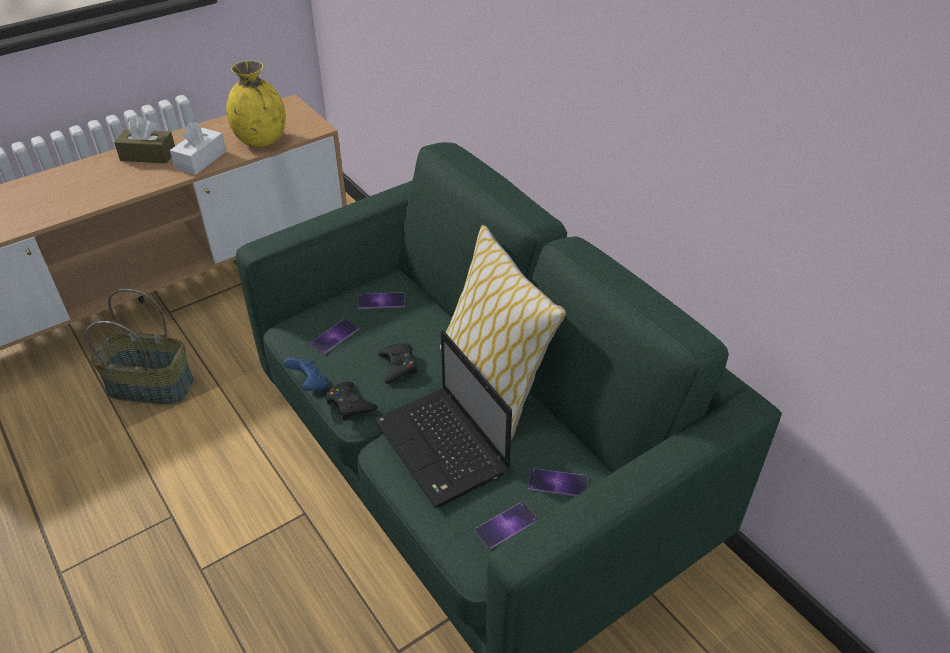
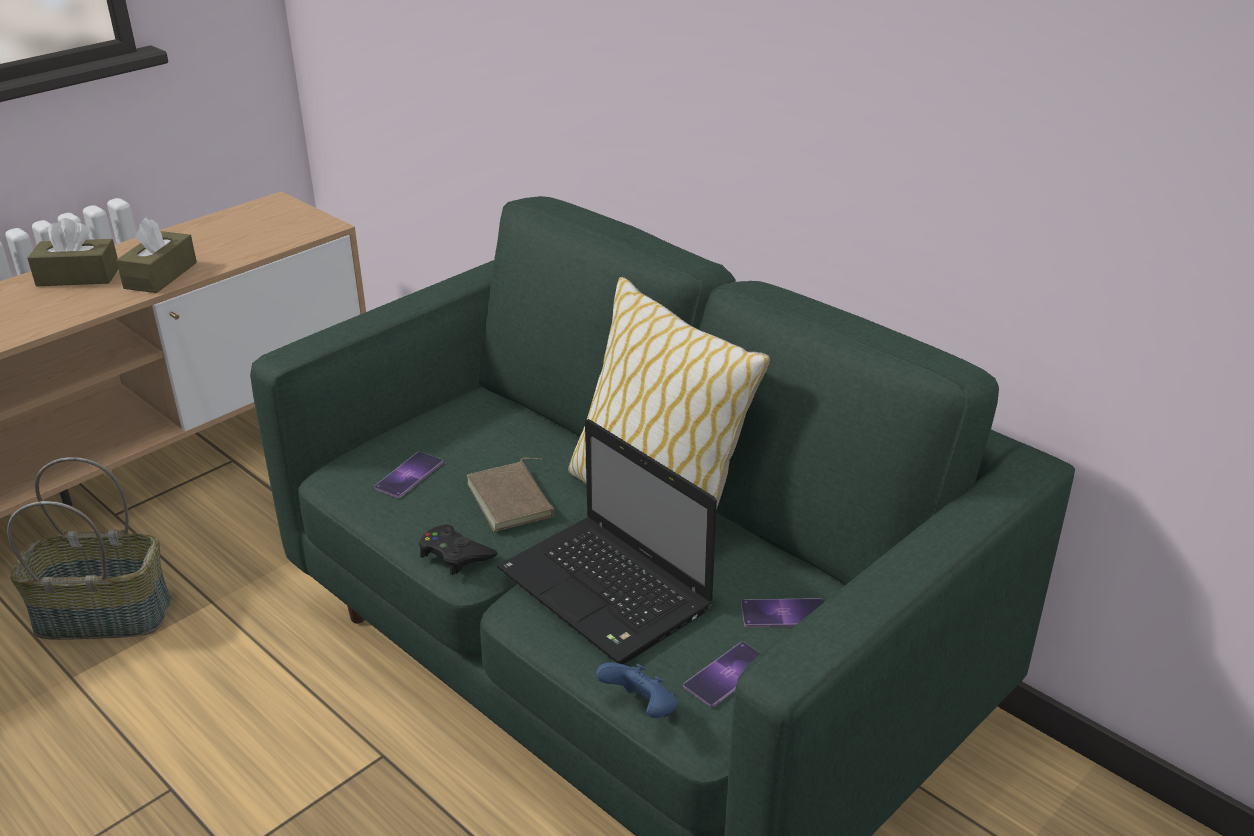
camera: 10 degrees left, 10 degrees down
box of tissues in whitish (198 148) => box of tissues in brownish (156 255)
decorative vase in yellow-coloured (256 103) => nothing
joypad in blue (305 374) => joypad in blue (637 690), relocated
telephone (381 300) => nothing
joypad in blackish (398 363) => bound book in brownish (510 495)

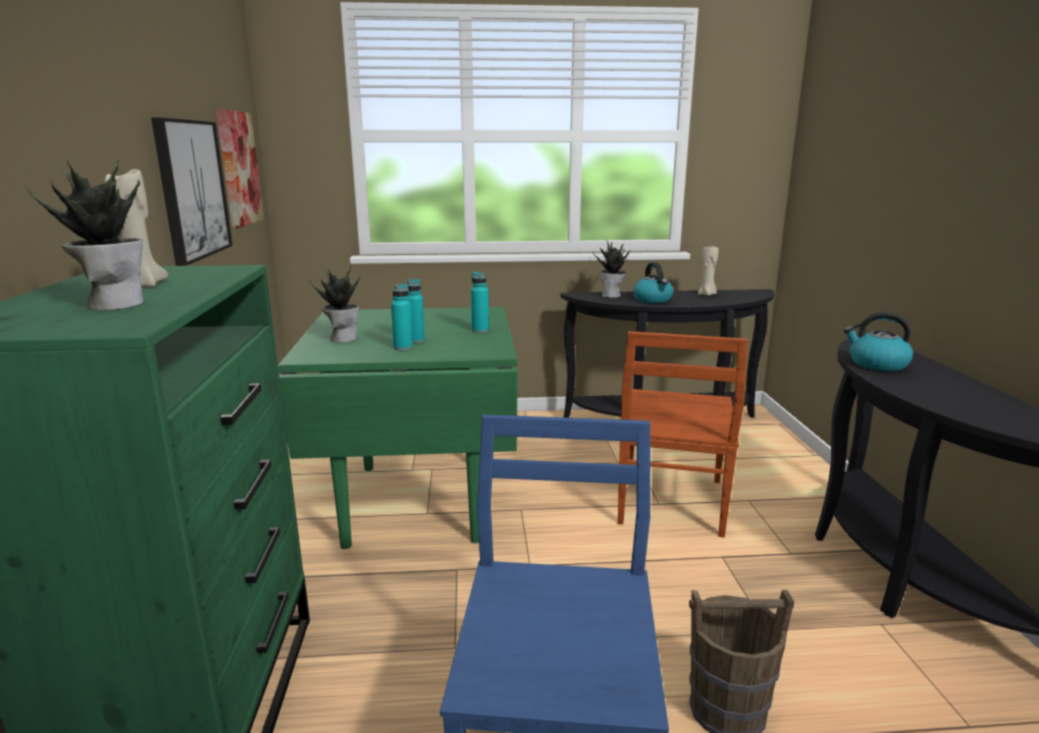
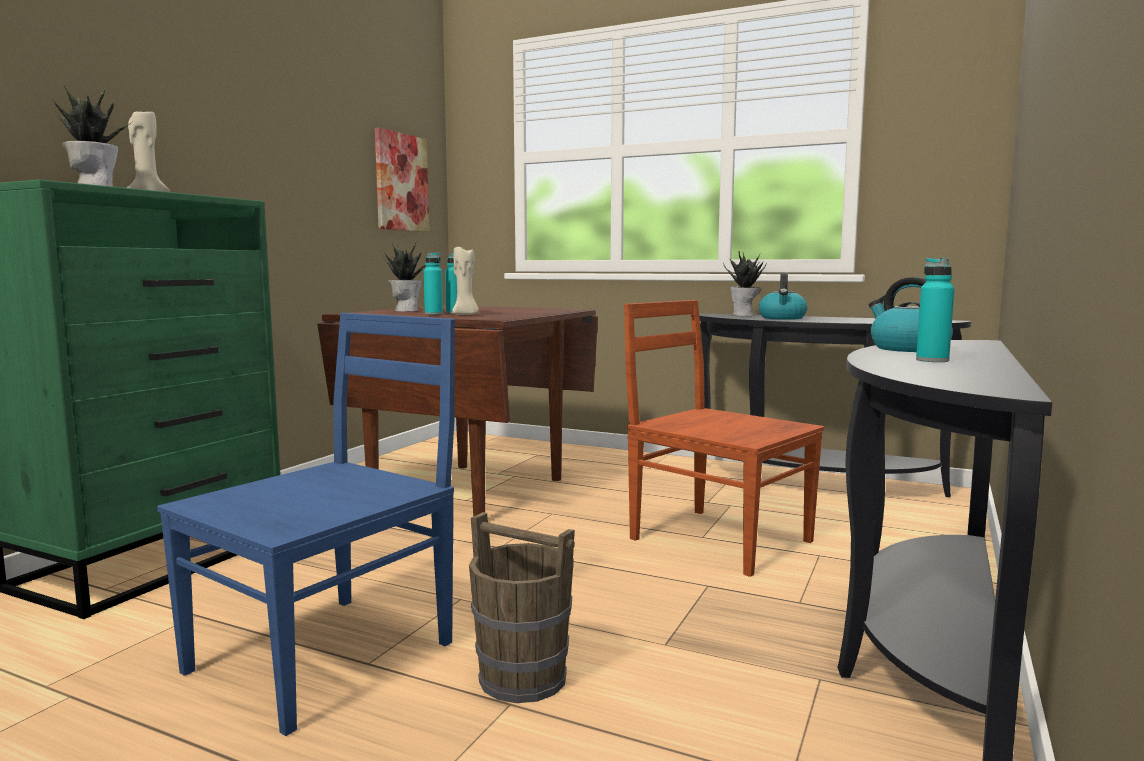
camera: 30 degrees right, 10 degrees down
picture (192 192) => nothing
kitchen table in green (398 428) => kitchen table in brownish (457 410)
beverage bottle in turquoise-coloured (480 302) => beverage bottle in turquoise-coloured (935 310), relocated
chair in brownish (683 434) => chair in brownish (724 438), 90 degrees clockwise
candle in beige (708 271) => candle in beige (465 281), relocated

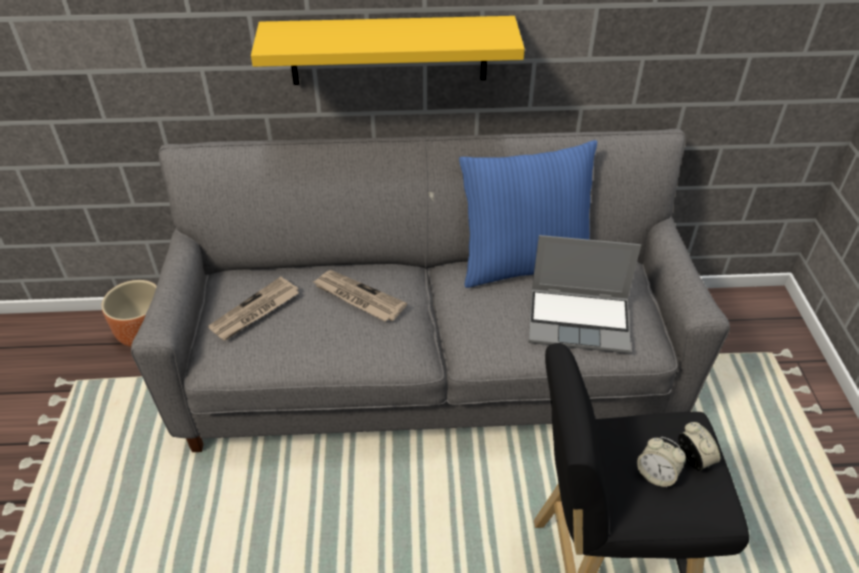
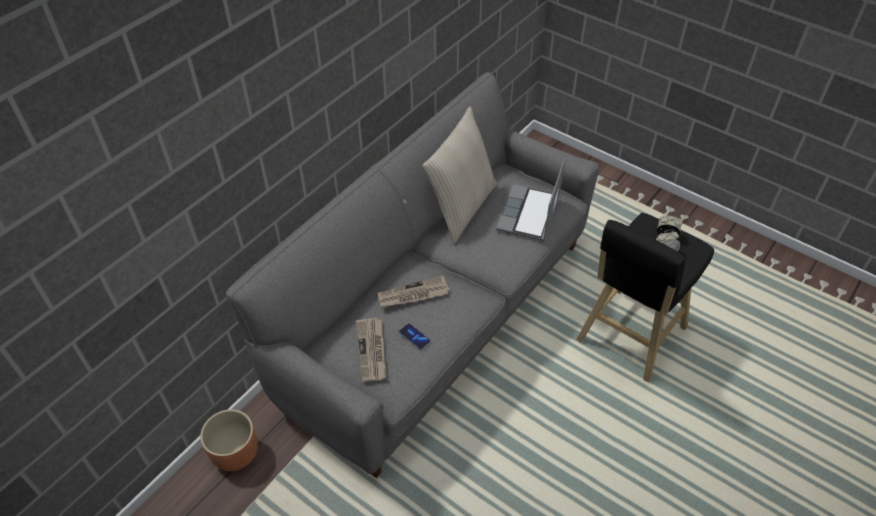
camera: 50 degrees left, 5 degrees up
wall shelf in yellow-coloured (388 50) => nothing
cushion in blue (528 214) => cushion in beige (460 175)
notebook computer (584 294) => notebook computer (530 200), 150 degrees clockwise
nothing => telephone (414 336)

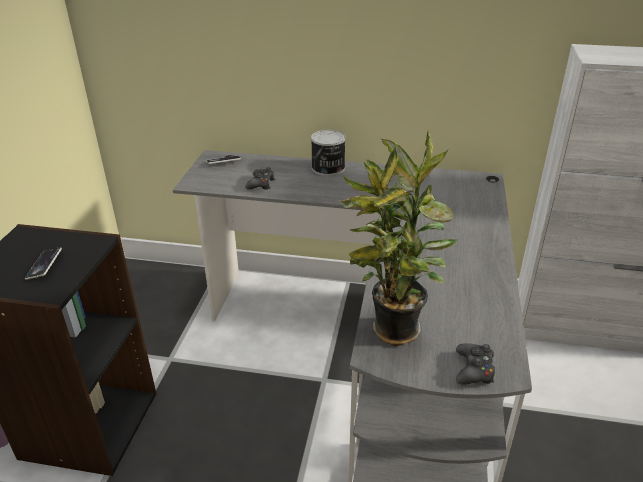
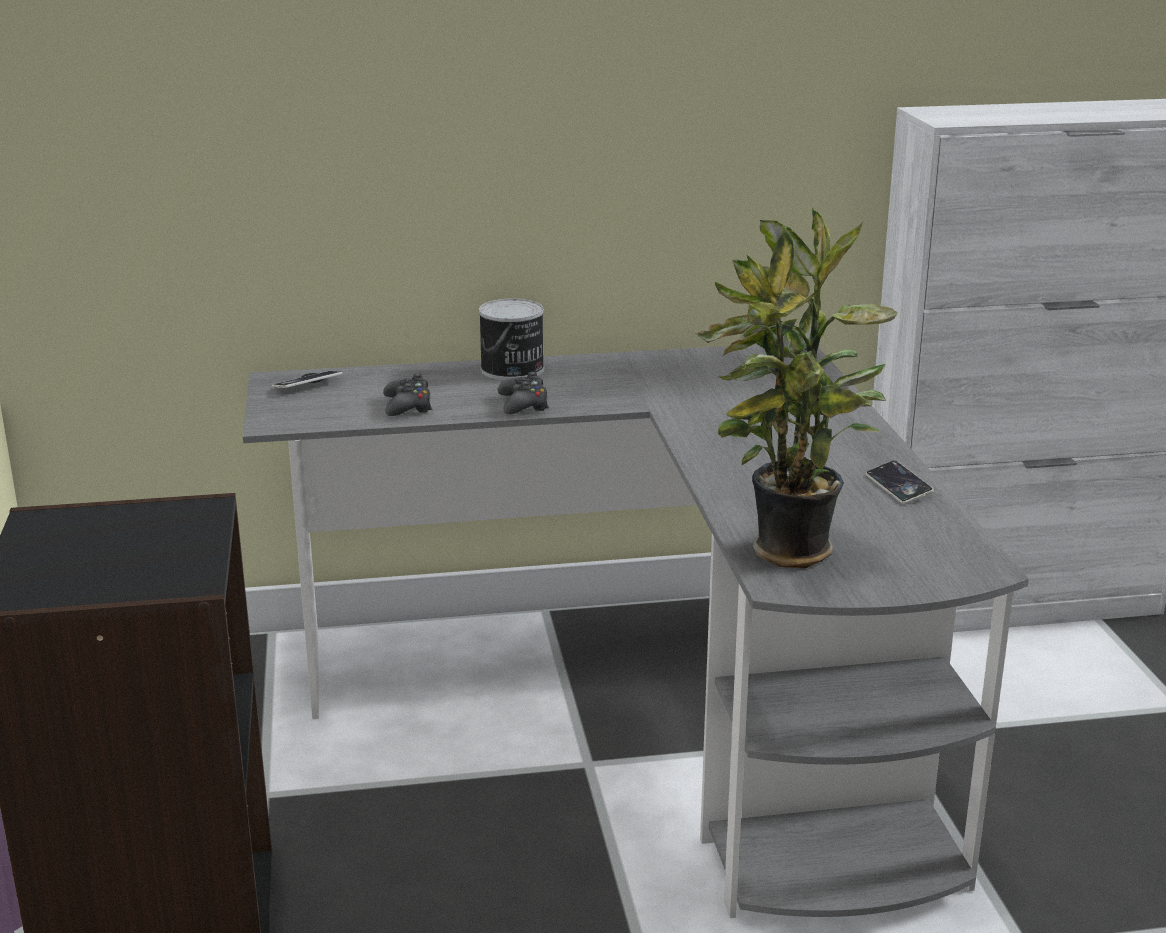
camera: 20 degrees left, 10 degrees down
telephone (43 263) => telephone (900 482), relocated
joypad in blackish (475 363) => joypad in blackish (523 393), relocated

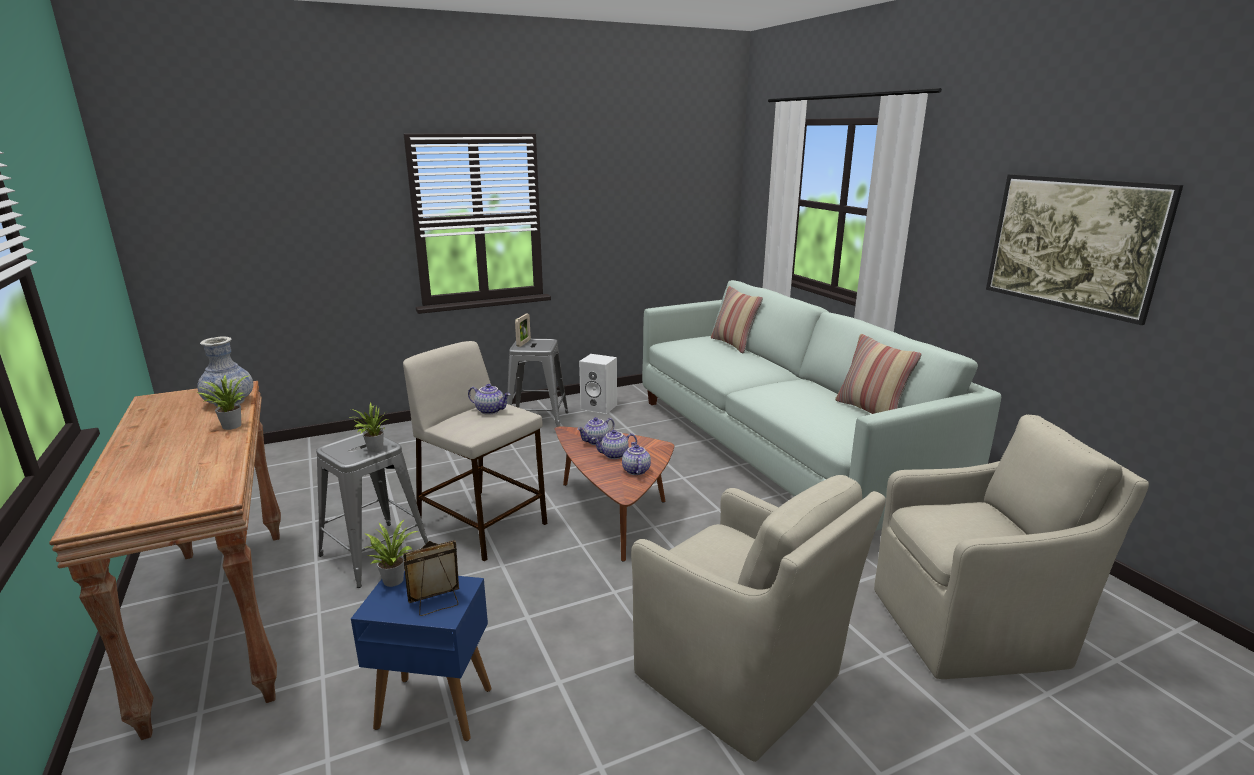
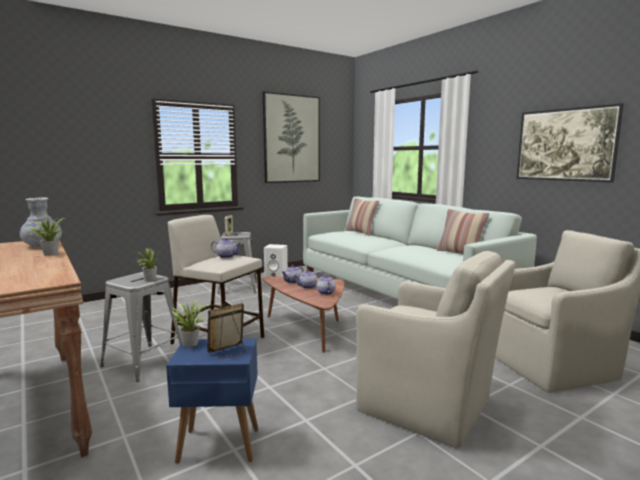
camera: 10 degrees left, 10 degrees down
nothing => picture (291 137)

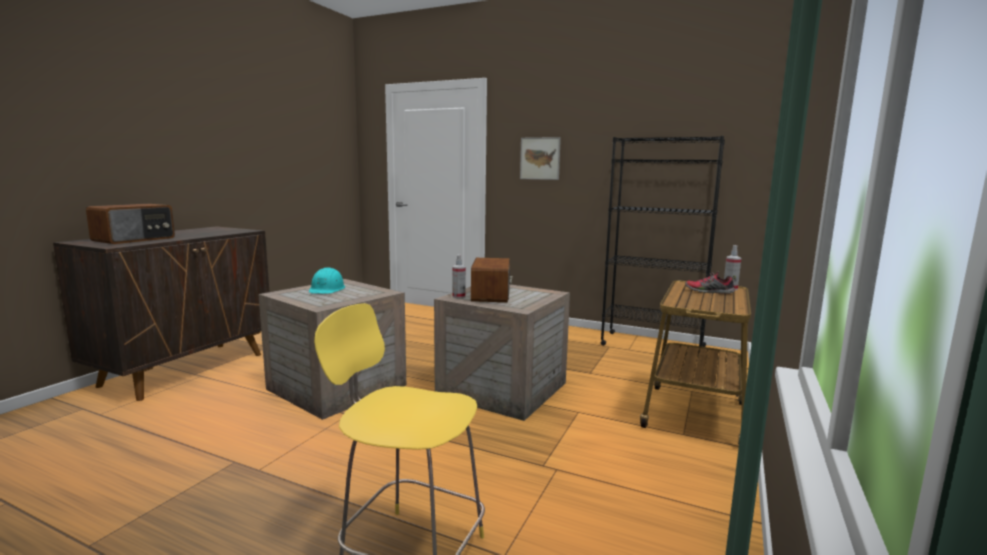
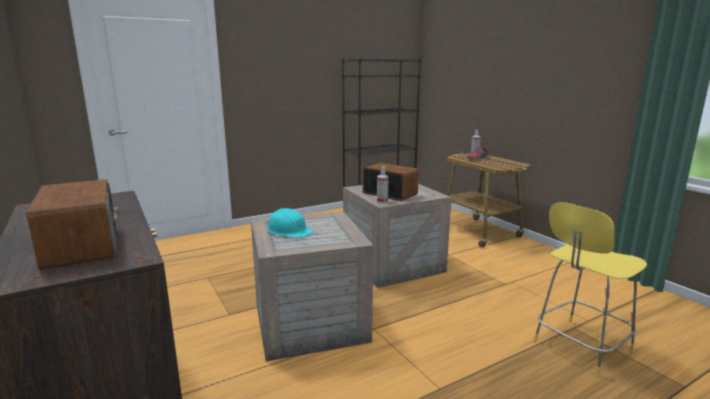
camera: 55 degrees left, 5 degrees up
picture (540 158) => nothing

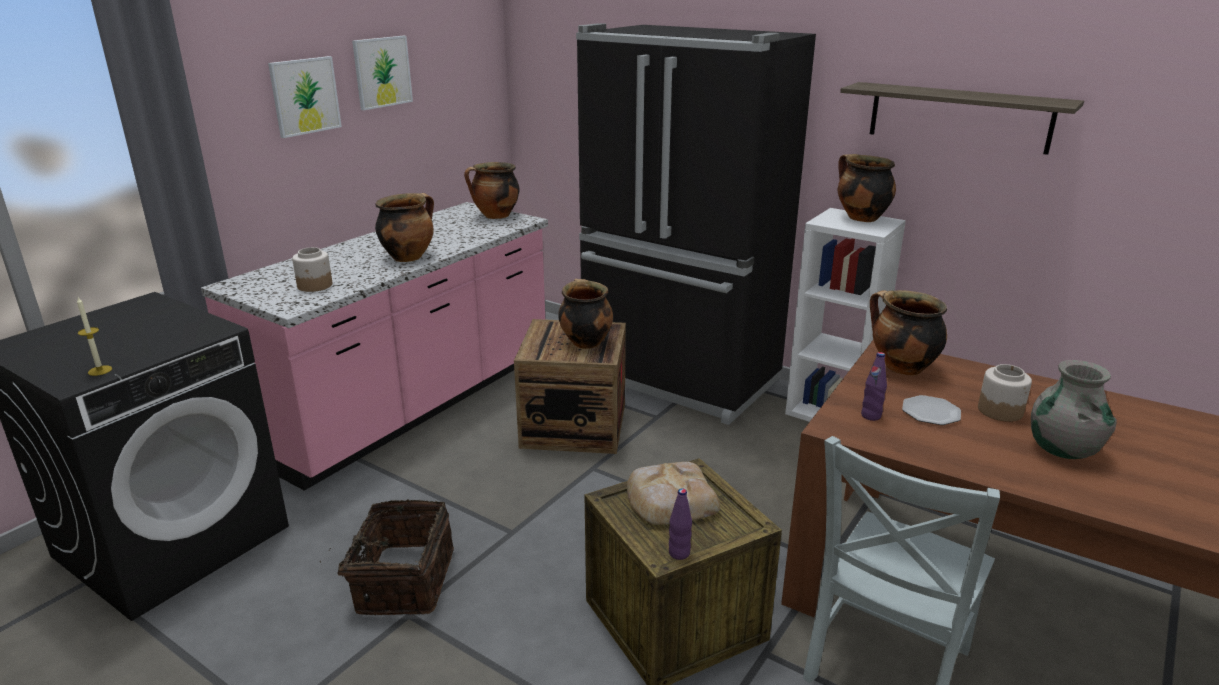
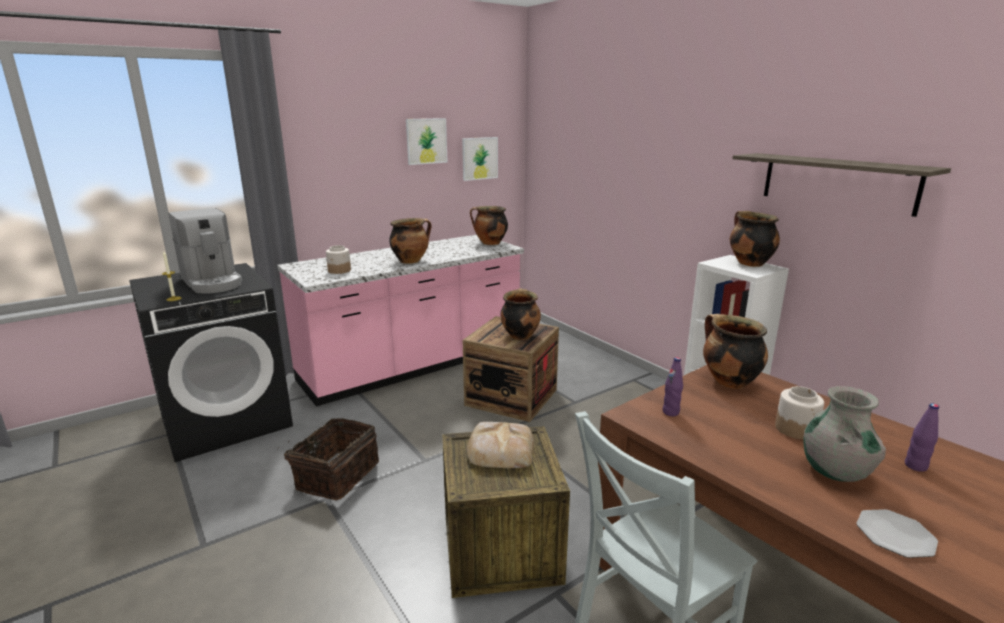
camera: 20 degrees right, 5 degrees down
picture (305 97) => picture (480 159), relocated
fridge in blackish (696 224) => nothing
beverage bottle in purple-coloured (680 524) => beverage bottle in purple-coloured (922 437), relocated
flat dish (931 410) => flat dish (897 533), relocated
nothing => coffee machine (205 250)

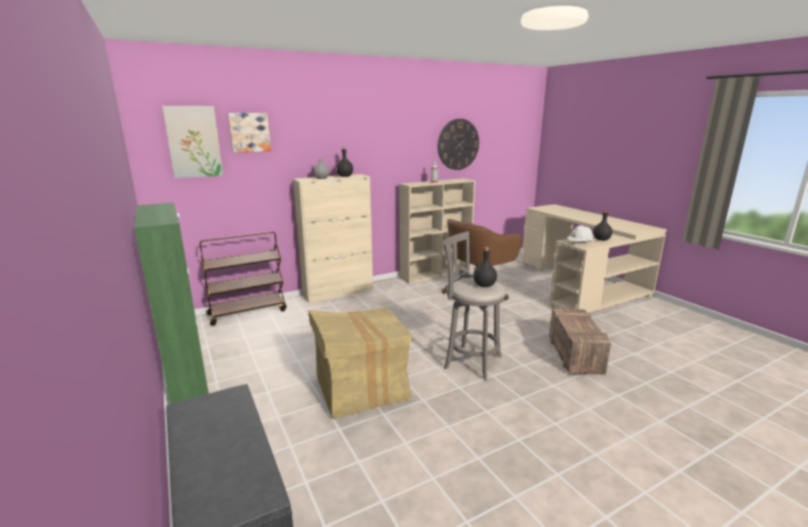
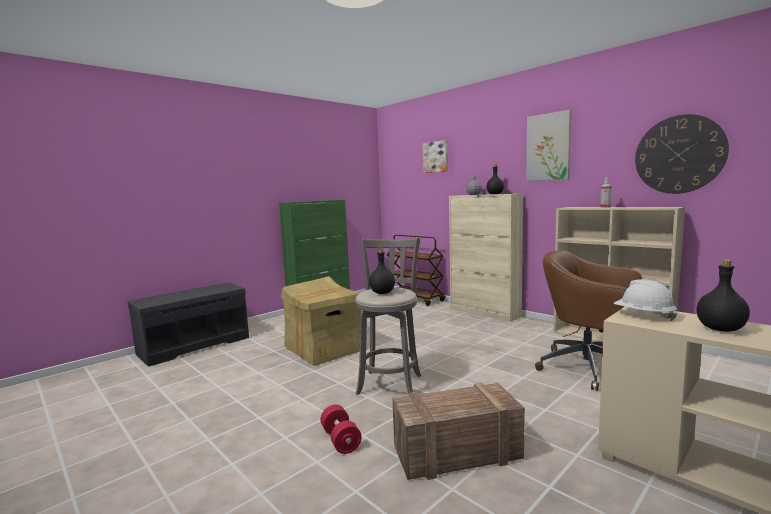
camera: 75 degrees right, 10 degrees down
picture (192 142) => picture (548 145), relocated
nothing => hand weight in reddish (340 429)

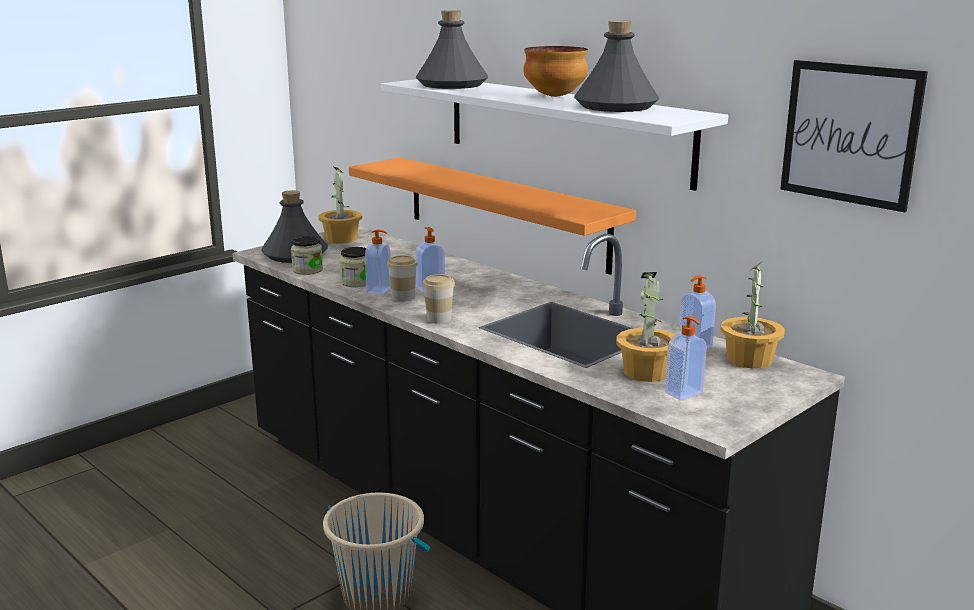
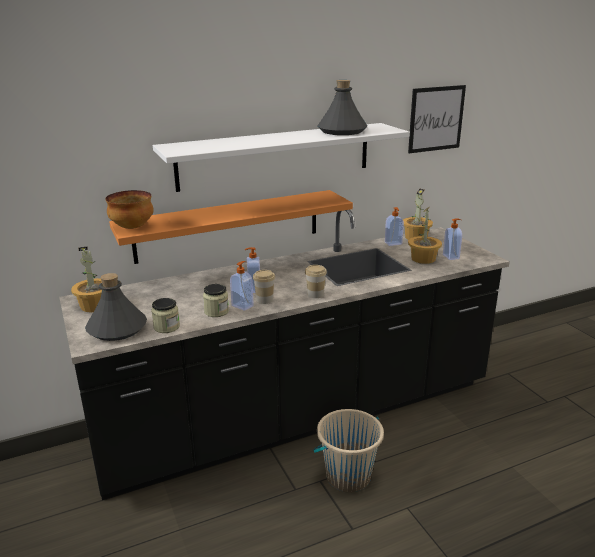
camera: 70 degrees left, 5 degrees up
beverage bottle in greyish (451 49) => nothing
deep dish (555 71) => deep dish (129 209), relocated

